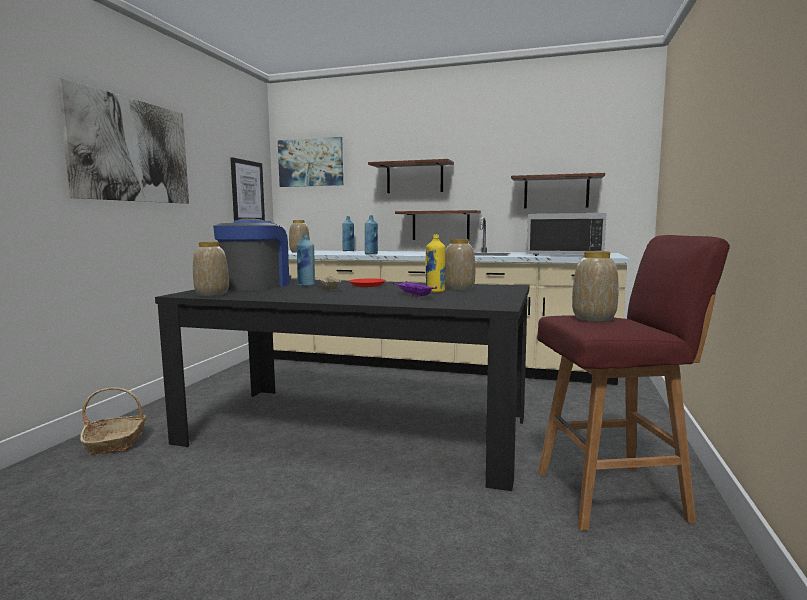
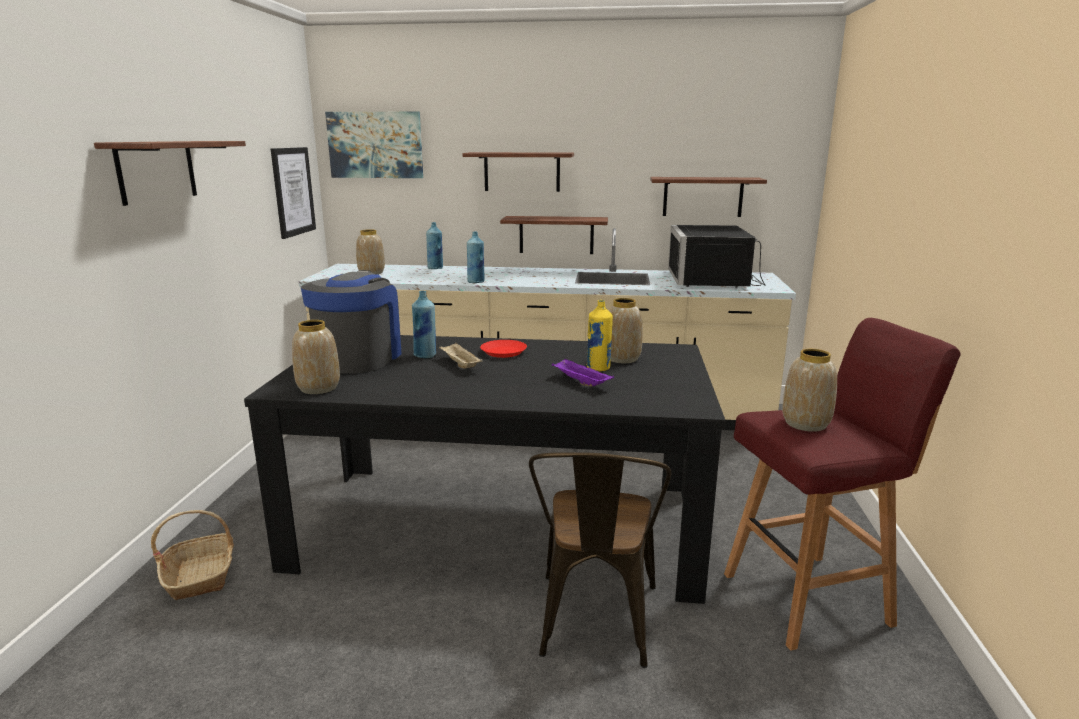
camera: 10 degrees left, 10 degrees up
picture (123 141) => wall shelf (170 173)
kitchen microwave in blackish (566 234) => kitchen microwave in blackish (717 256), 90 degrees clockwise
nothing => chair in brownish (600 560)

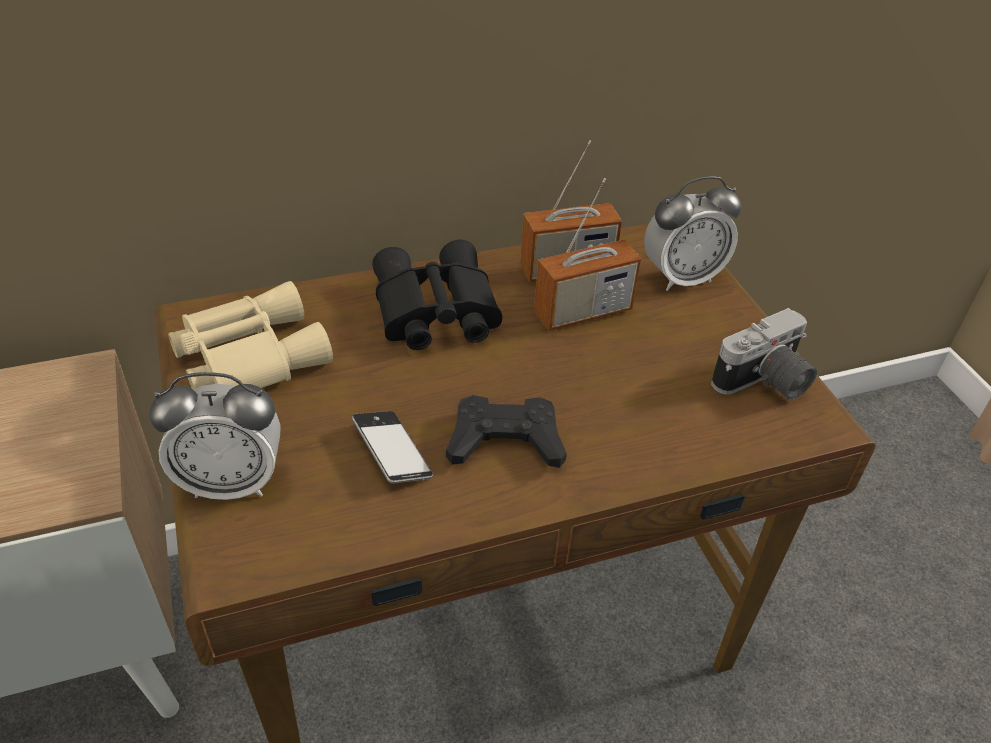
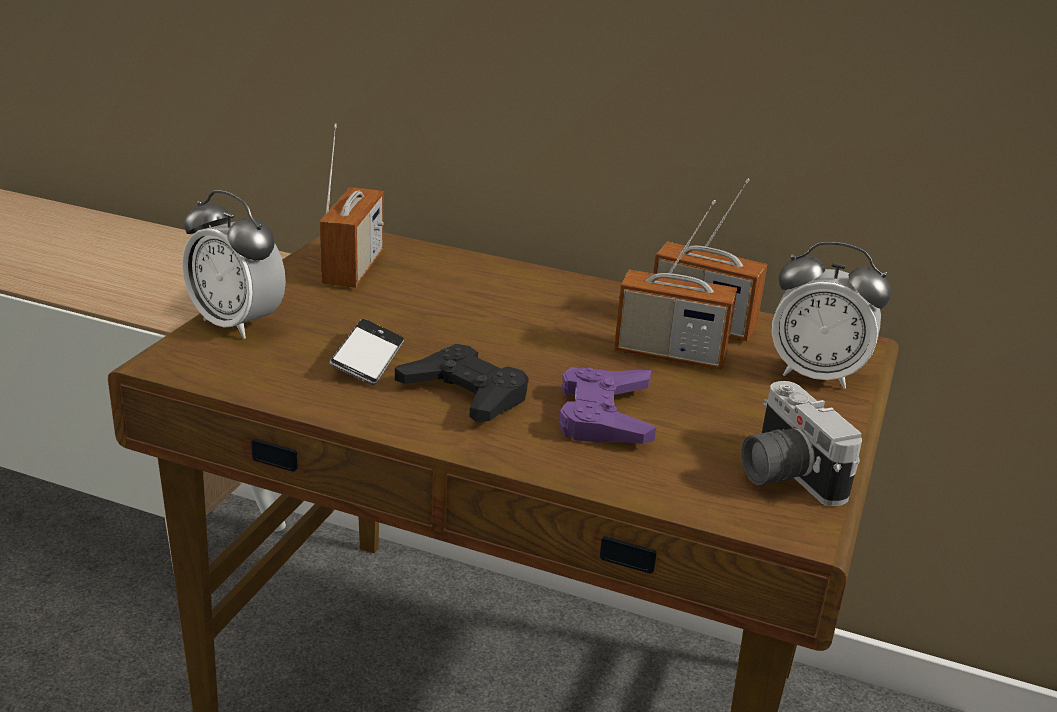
camera: 40 degrees right, 15 degrees down
pair of binoculars in beige (250 335) => radio set (352 206)
pair of binoculars in blackish (437 295) => nothing
photo camera (764 354) => photo camera (801 443), 60 degrees clockwise
nothing => joypad in purple-coloured (607 405)

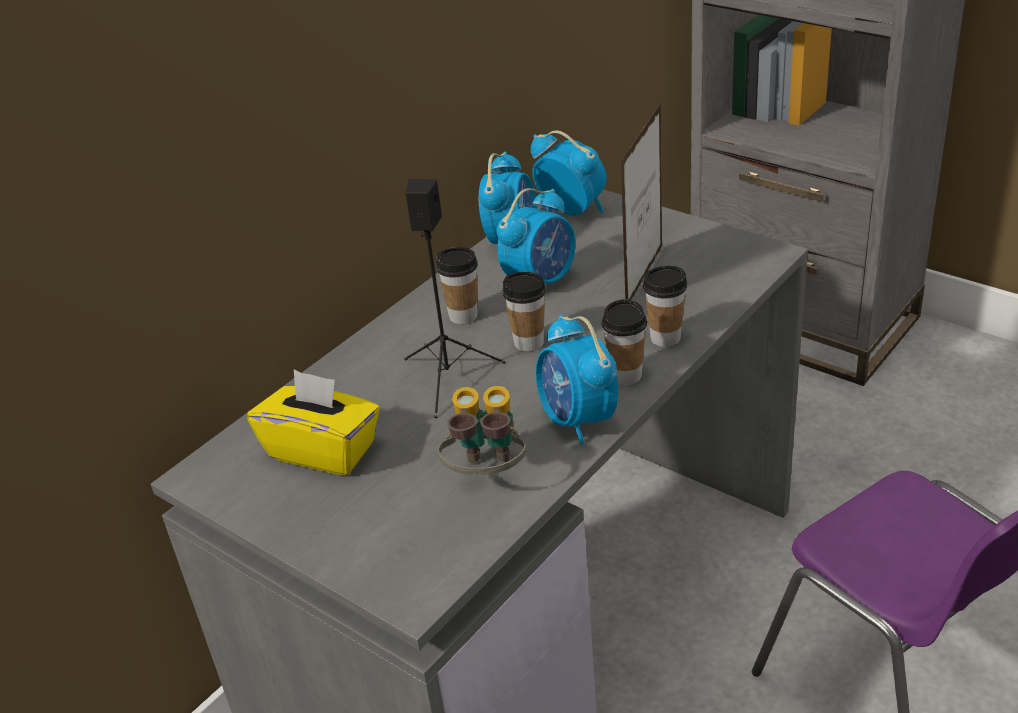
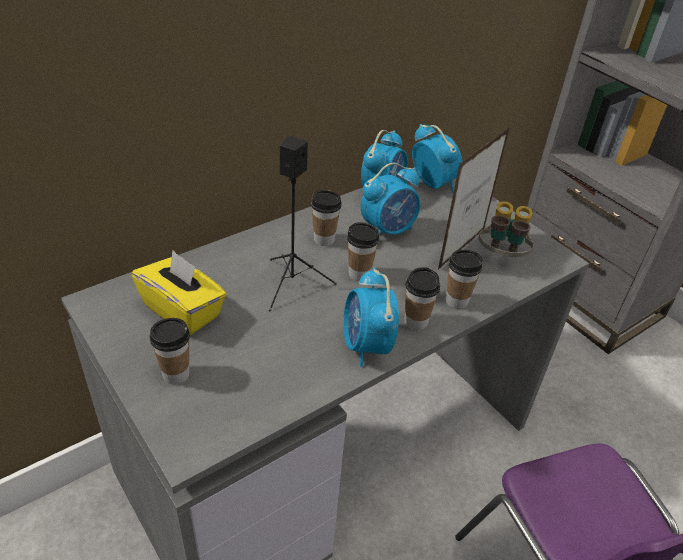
camera: 10 degrees right, 5 degrees up
pair of binoculars (482 430) => pair of binoculars (506 229), relocated
nothing => cup (170 351)

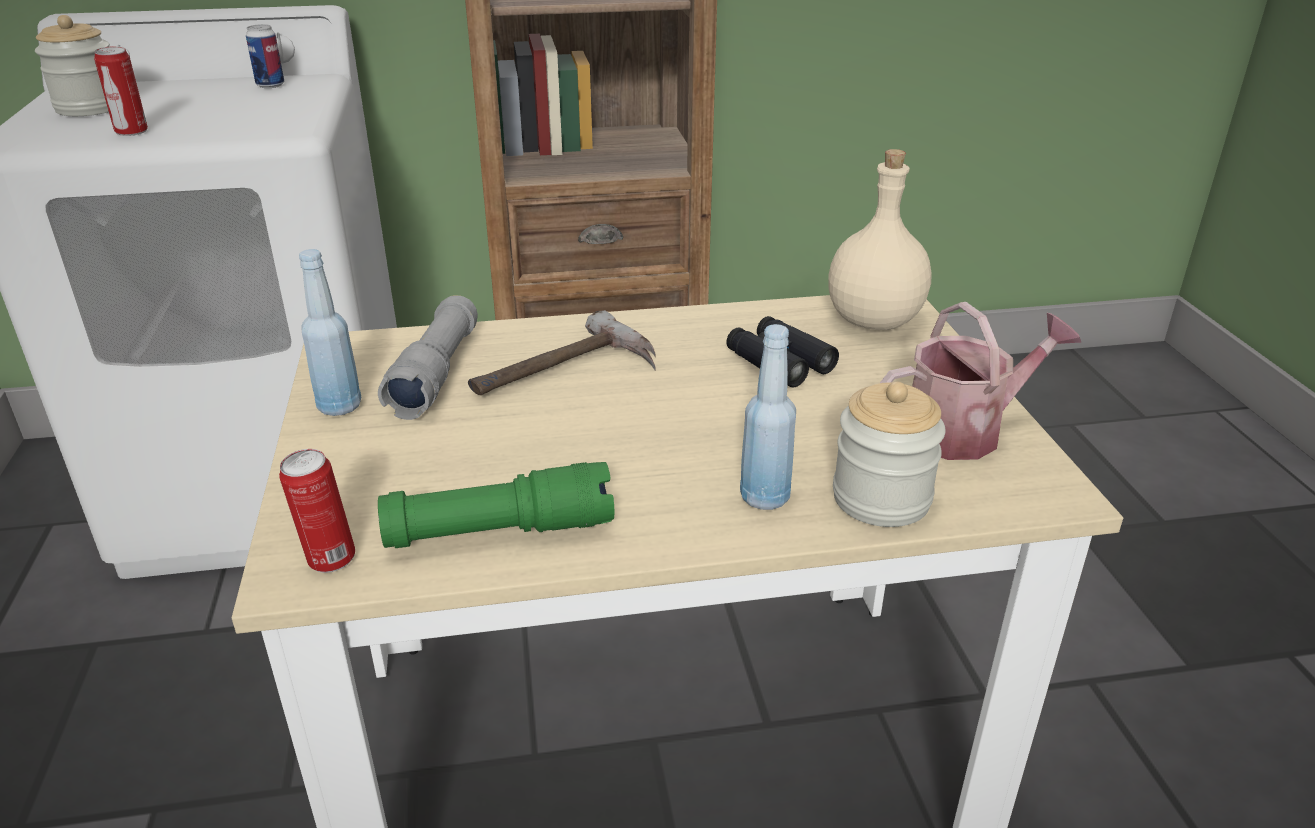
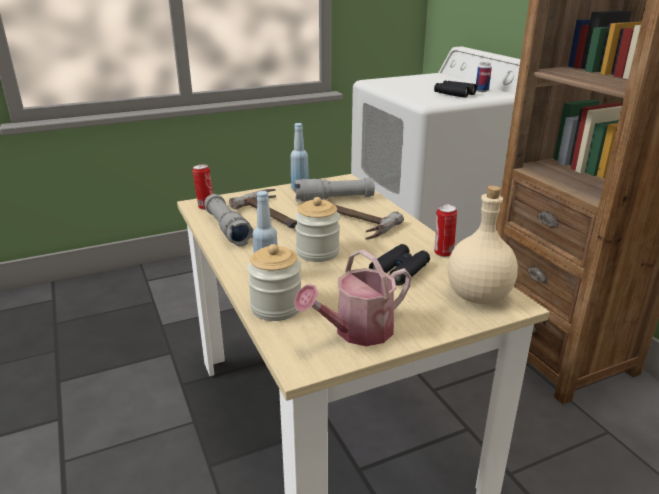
camera: 75 degrees right, 5 degrees down
jar (72 65) => jar (317 229), relocated
can (121 91) => can (445 230), relocated
flashlight in green (496 505) => flashlight in greyish (229 220)
watering can (981 381) => watering can (352 297), 90 degrees clockwise
nothing => tool hammer (263 208)
nothing => pair of binoculars in blackish (455 89)

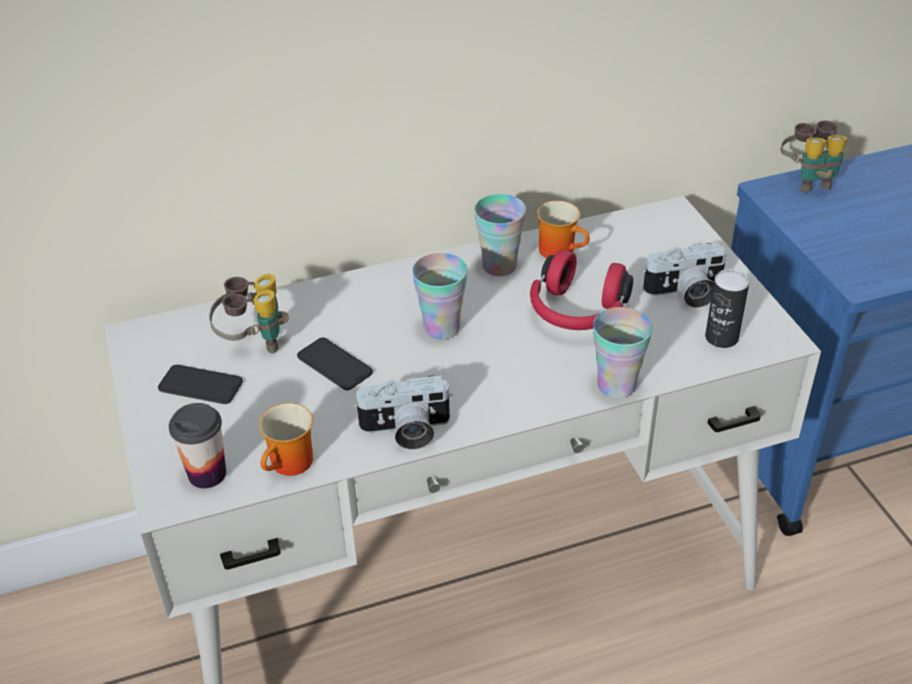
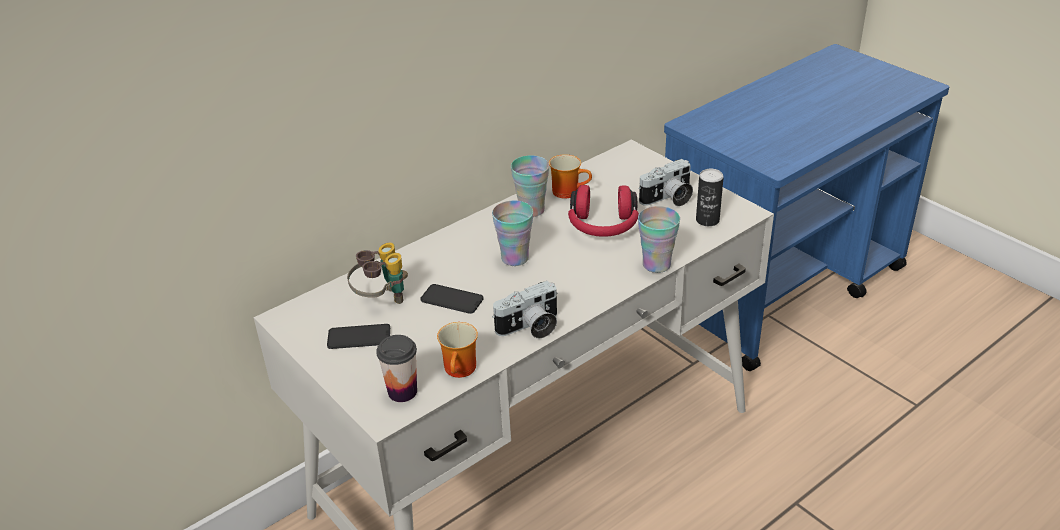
camera: 20 degrees left, 5 degrees down
pair of binoculars (813 156) => nothing

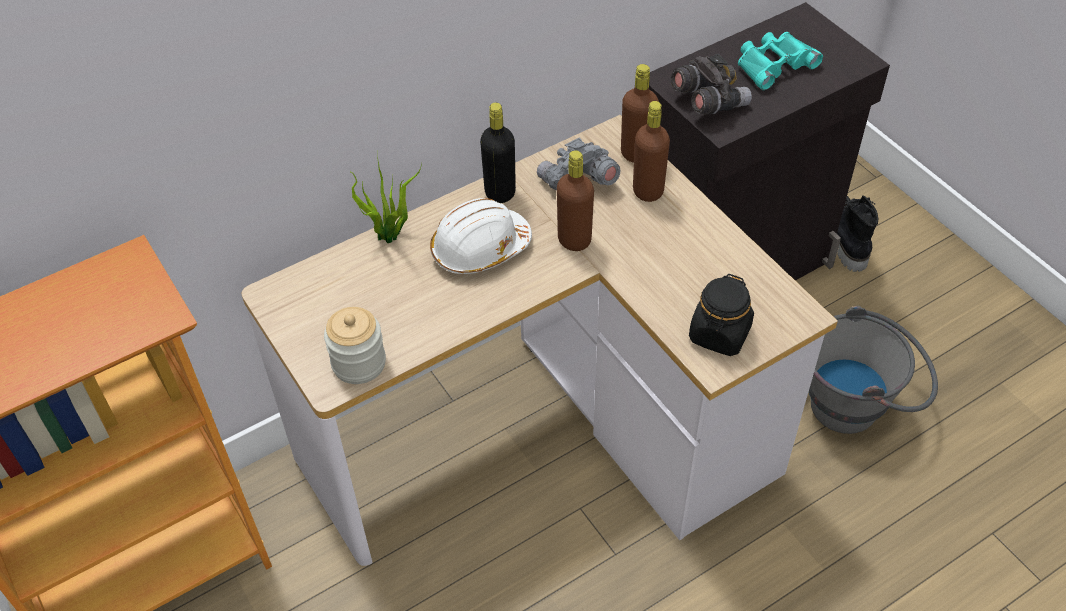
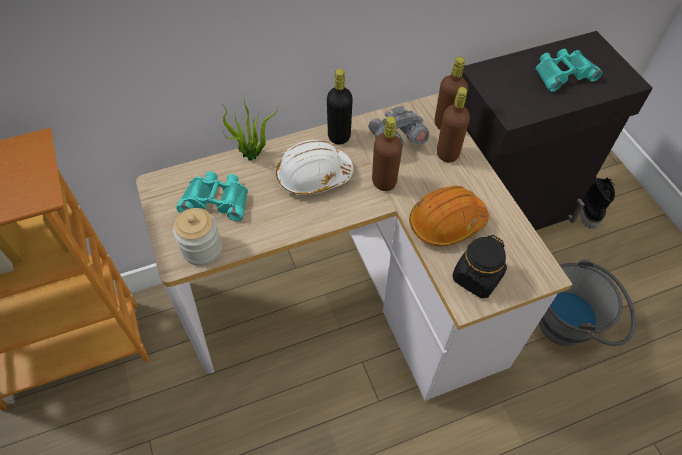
camera: 10 degrees right, 5 degrees up
pair of binoculars in greyish (711 84) => nothing
nothing => pair of binoculars in turquoise-coloured (212 196)
nothing => safety helmet in orange-coloured (449 216)

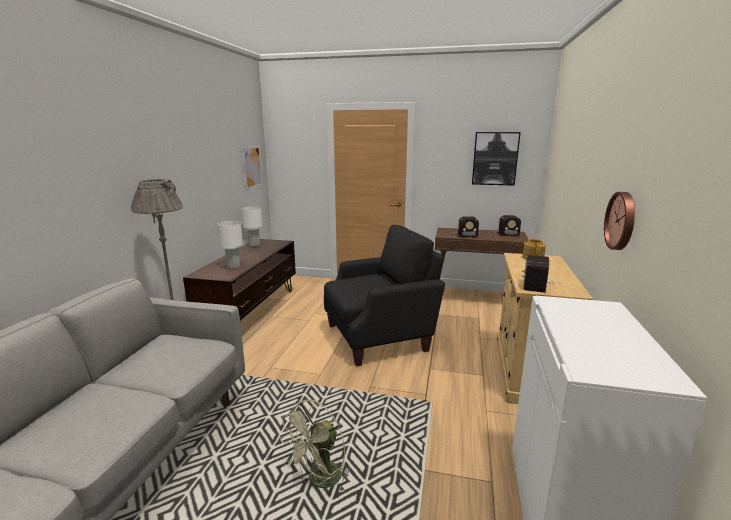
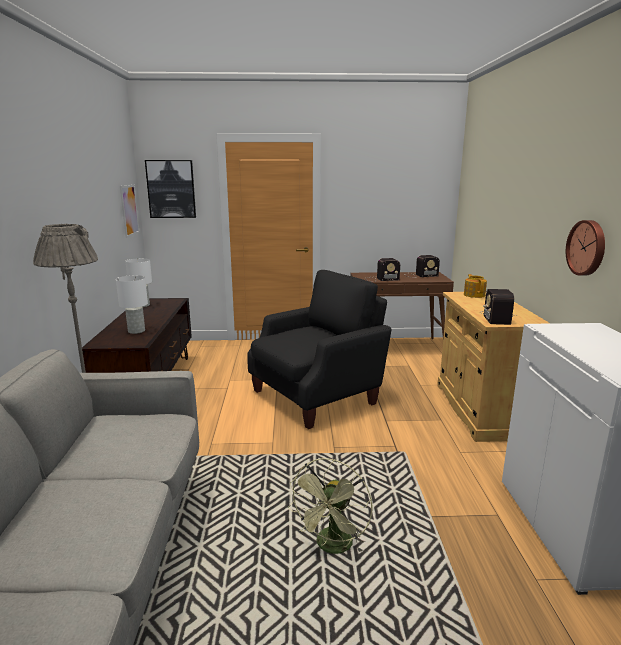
camera: 15 degrees left, 0 degrees up
picture (496 159) => picture (170 189), relocated

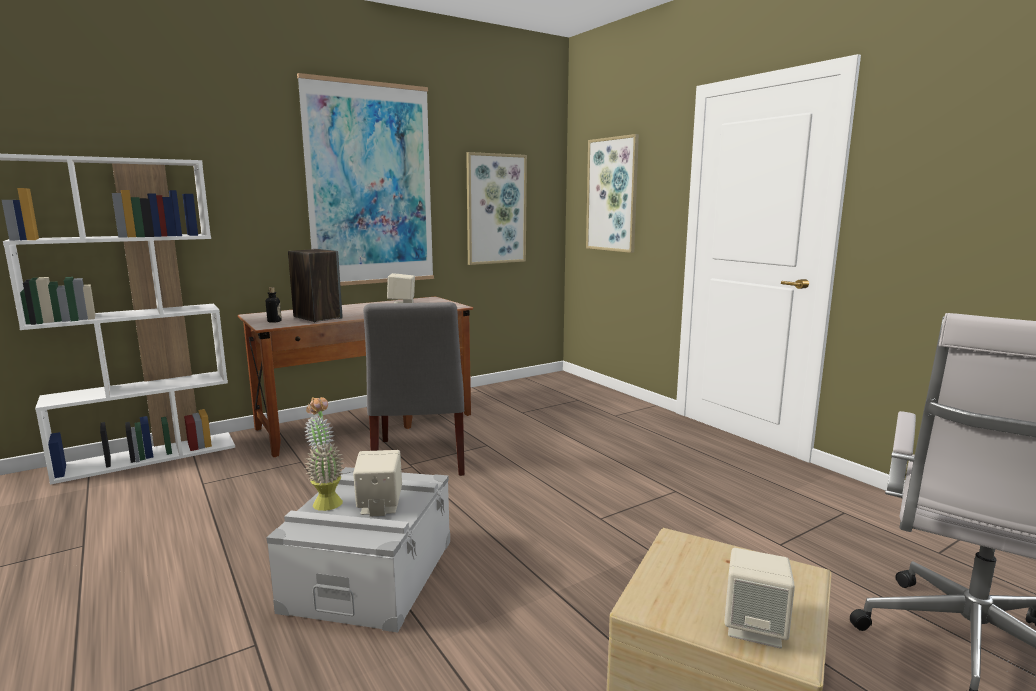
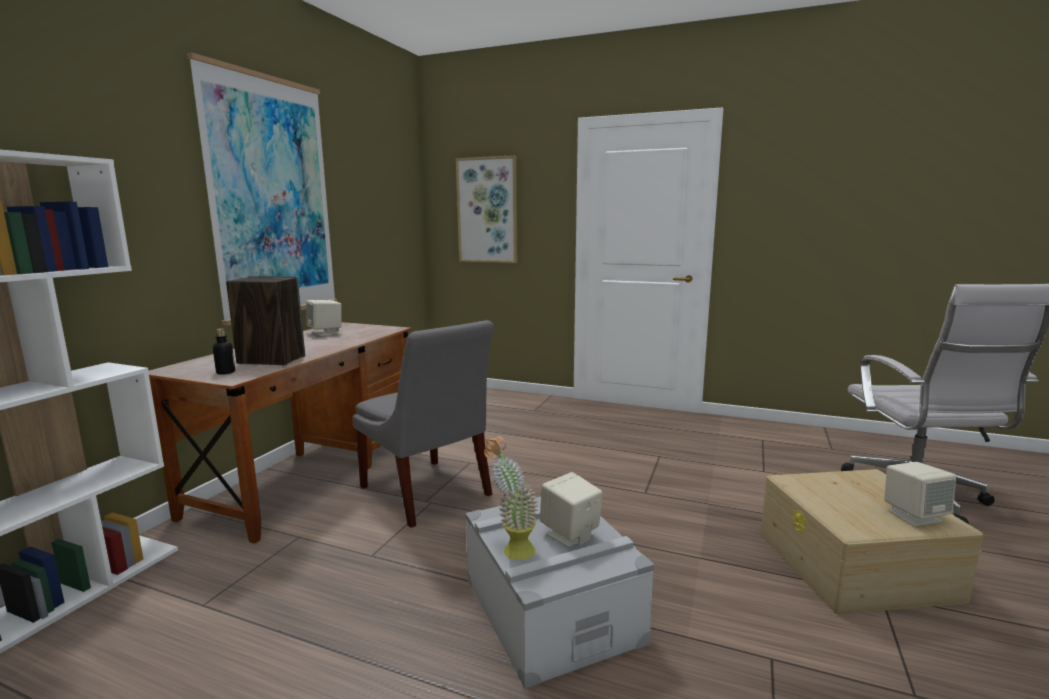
camera: 35 degrees left, 0 degrees up
picture (496 208) => nothing

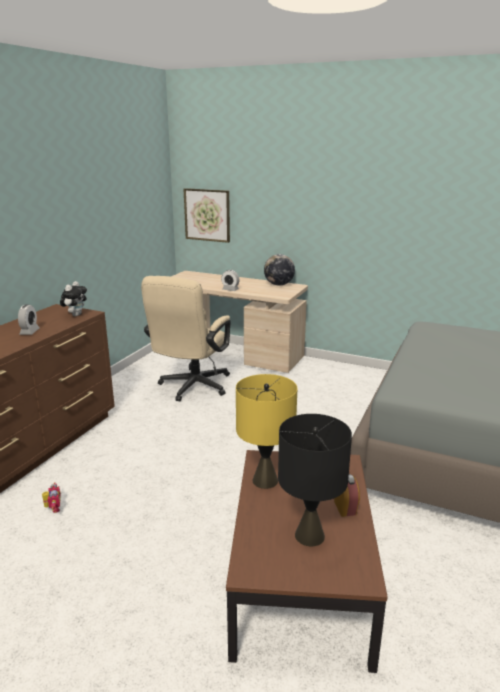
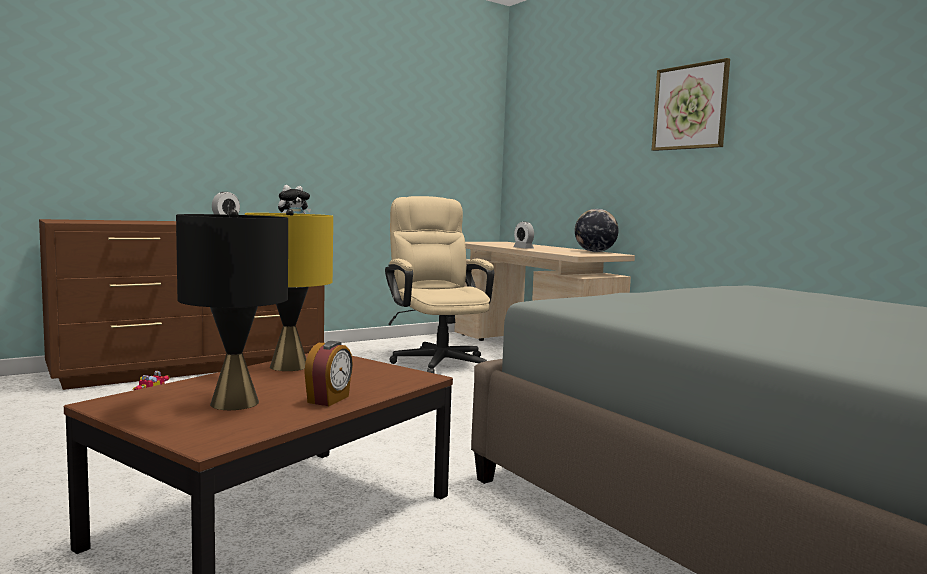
camera: 30 degrees right, 15 degrees down
desk chair in beige (186 338) => desk chair in beige (439 284), 105 degrees clockwise
picture (207 215) => picture (691 104), relocated

